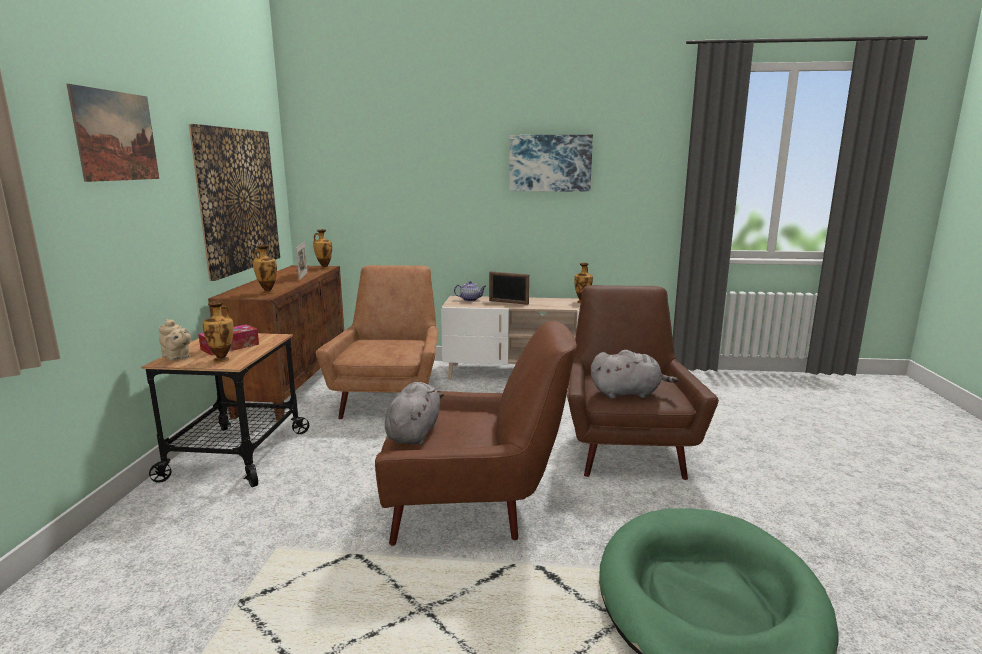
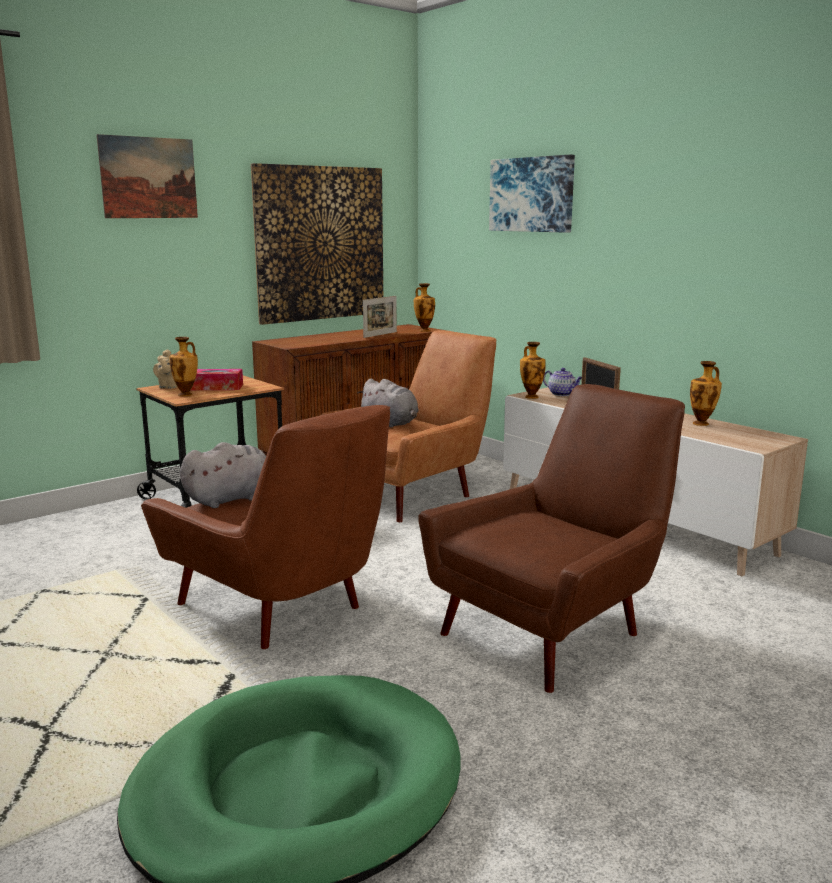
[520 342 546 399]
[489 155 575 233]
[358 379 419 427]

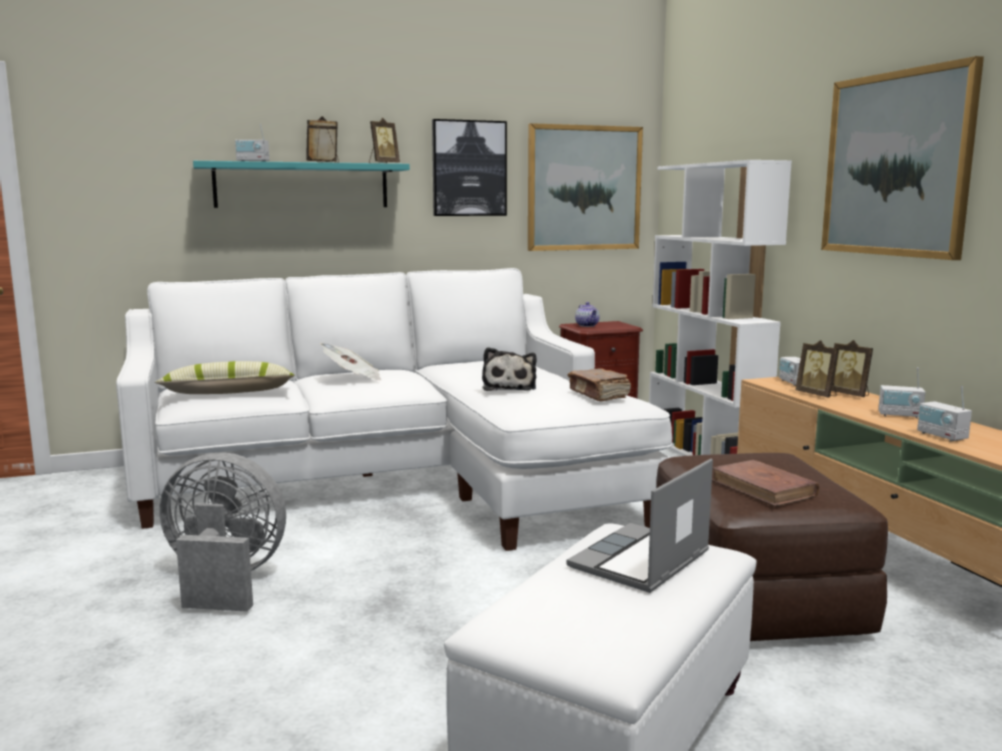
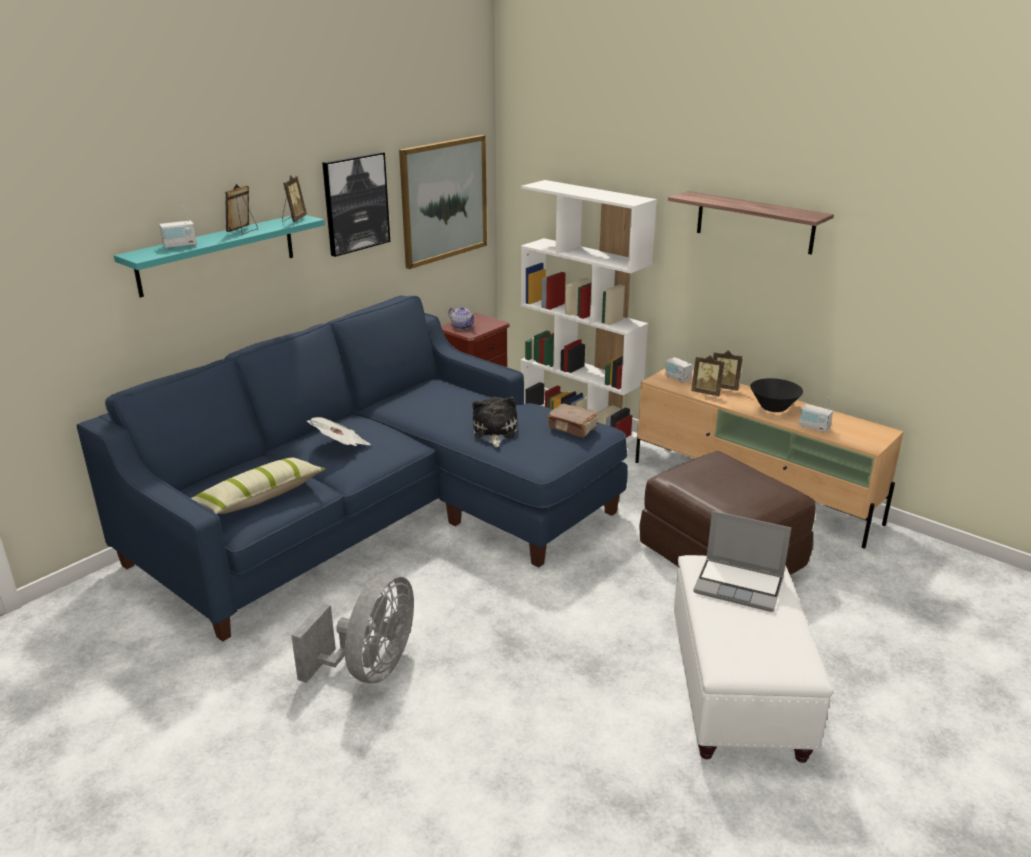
[712 460 819 507] (first image)
[668 191 834 255]
[750 378 803 412]
[77 296 628 642]
[291 572 414 683]
[472 397 517 447]
[693 511 791 612]

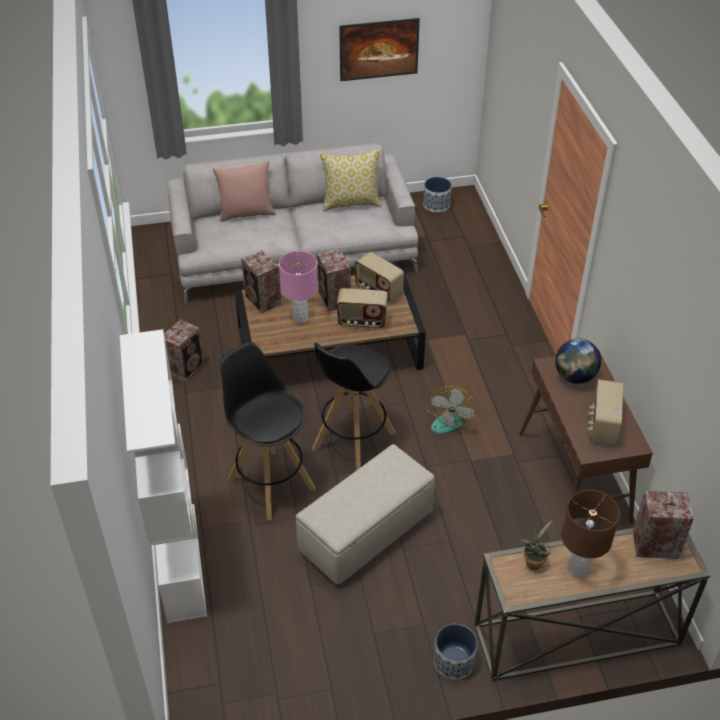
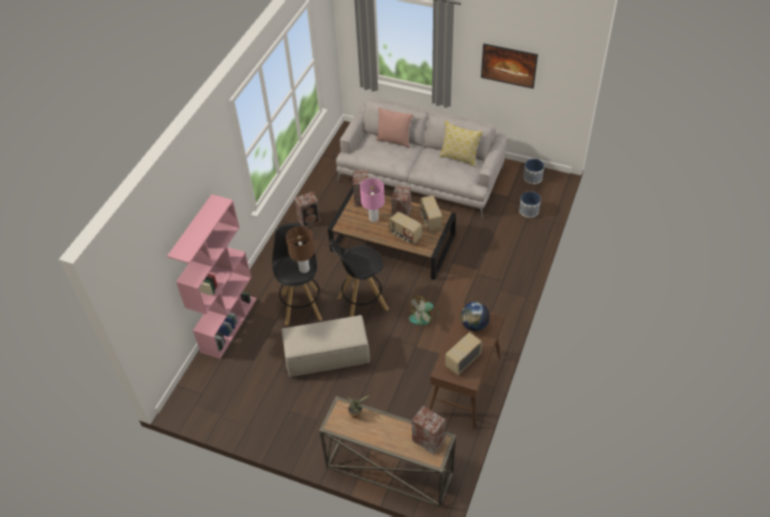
[519 191 541 218]
[286 226 315 273]
[167 194 257 359]

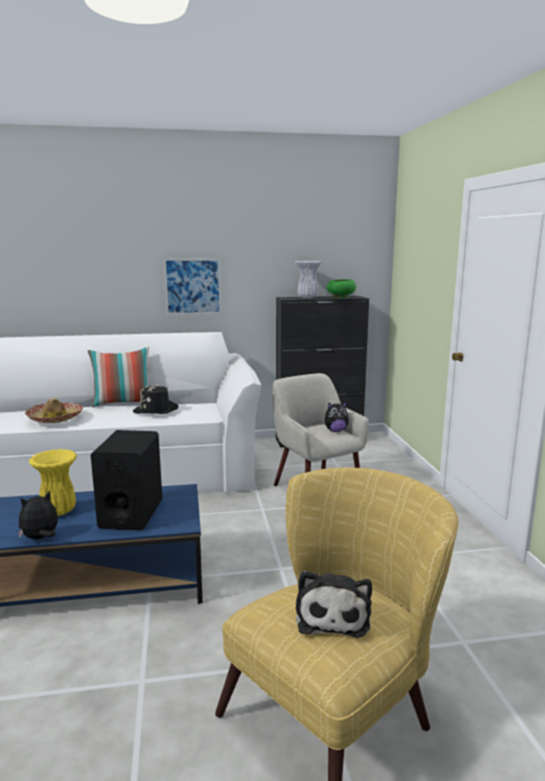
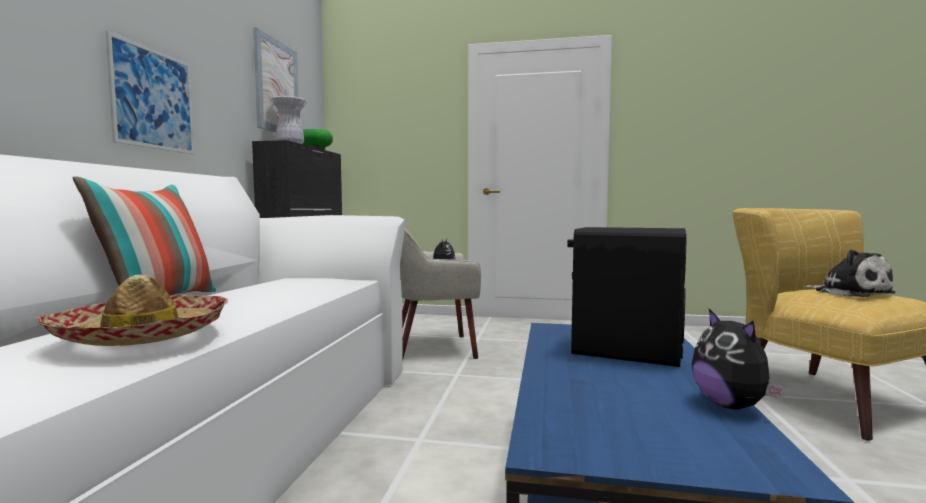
[29 449 77 516] (first image)
[133 384 179 414] (first image)
[253 27 298 133]
[804 249 896 297]

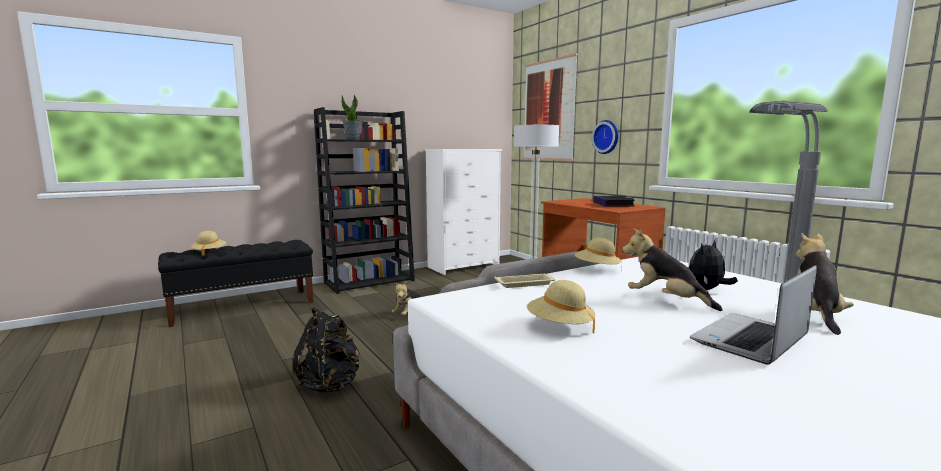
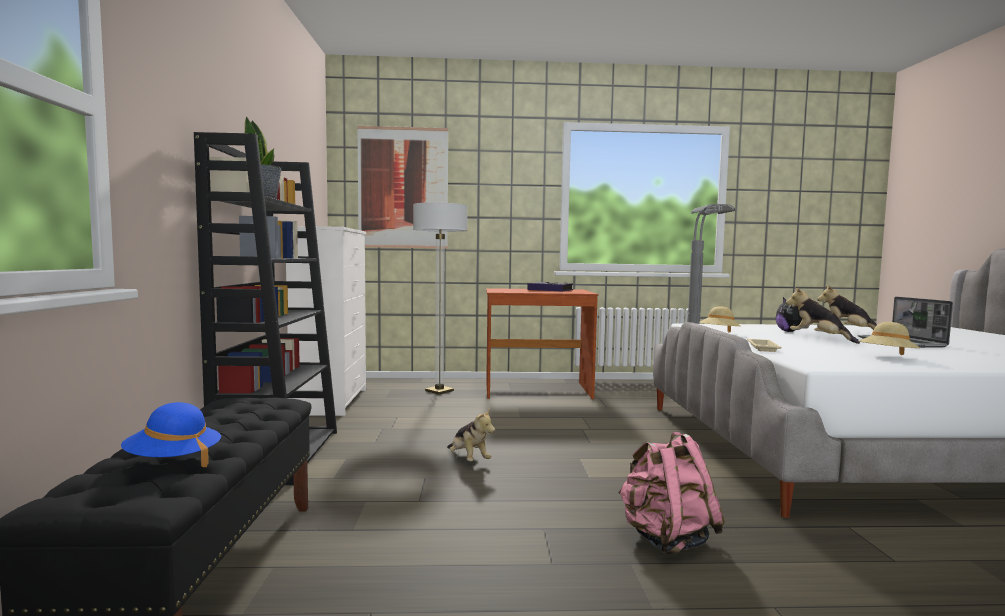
[591 120 618 154] (first image)
[121 402 221 467]
[619 432 725 554]
[786 287 860 344]

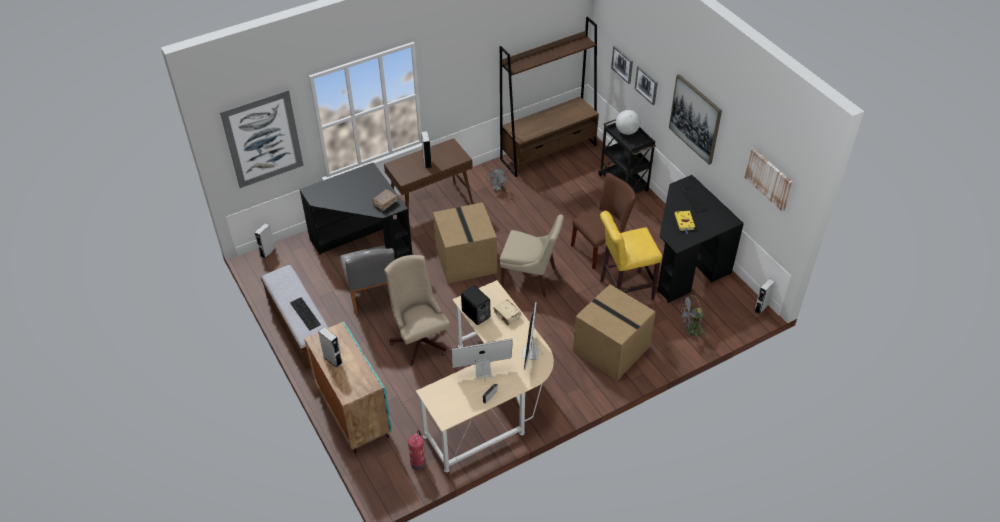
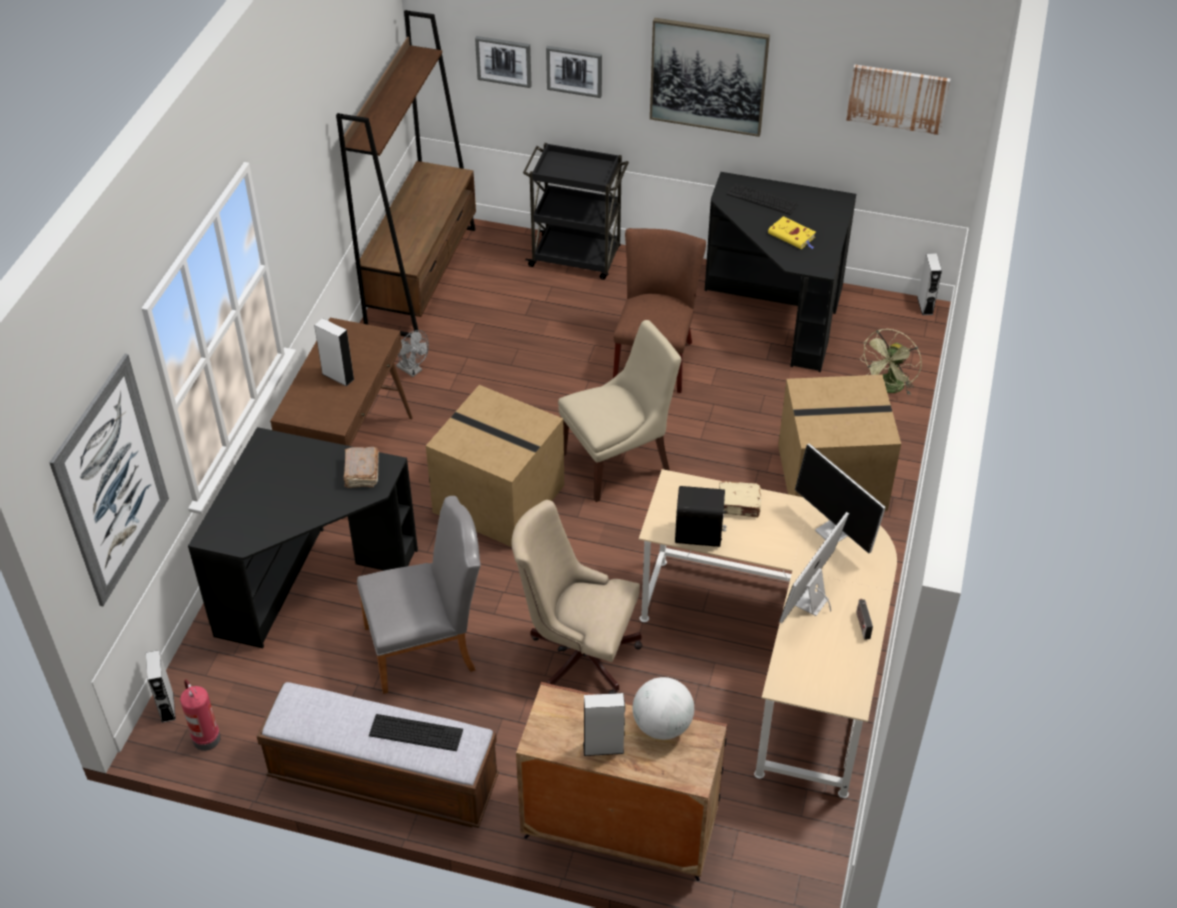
[600 211 662 300] (first image)
[180 679 221 751]
[633 677 694 740]
[516 682 727 881]
[860 329 922 395]
[357 496 481 694]

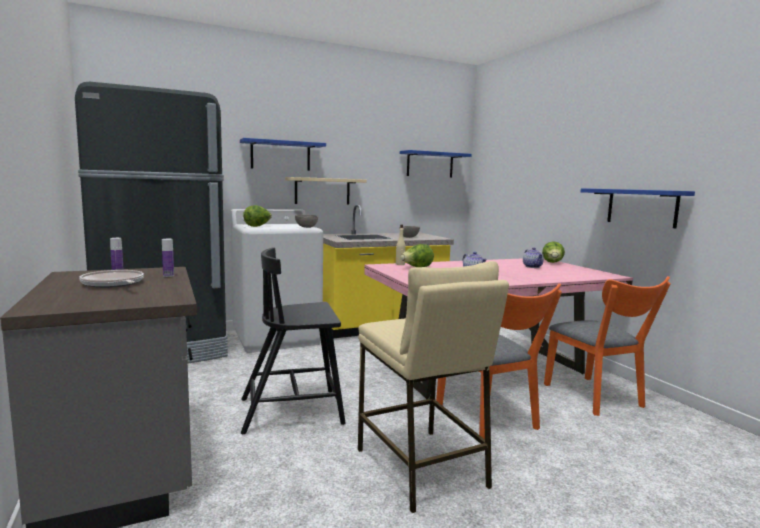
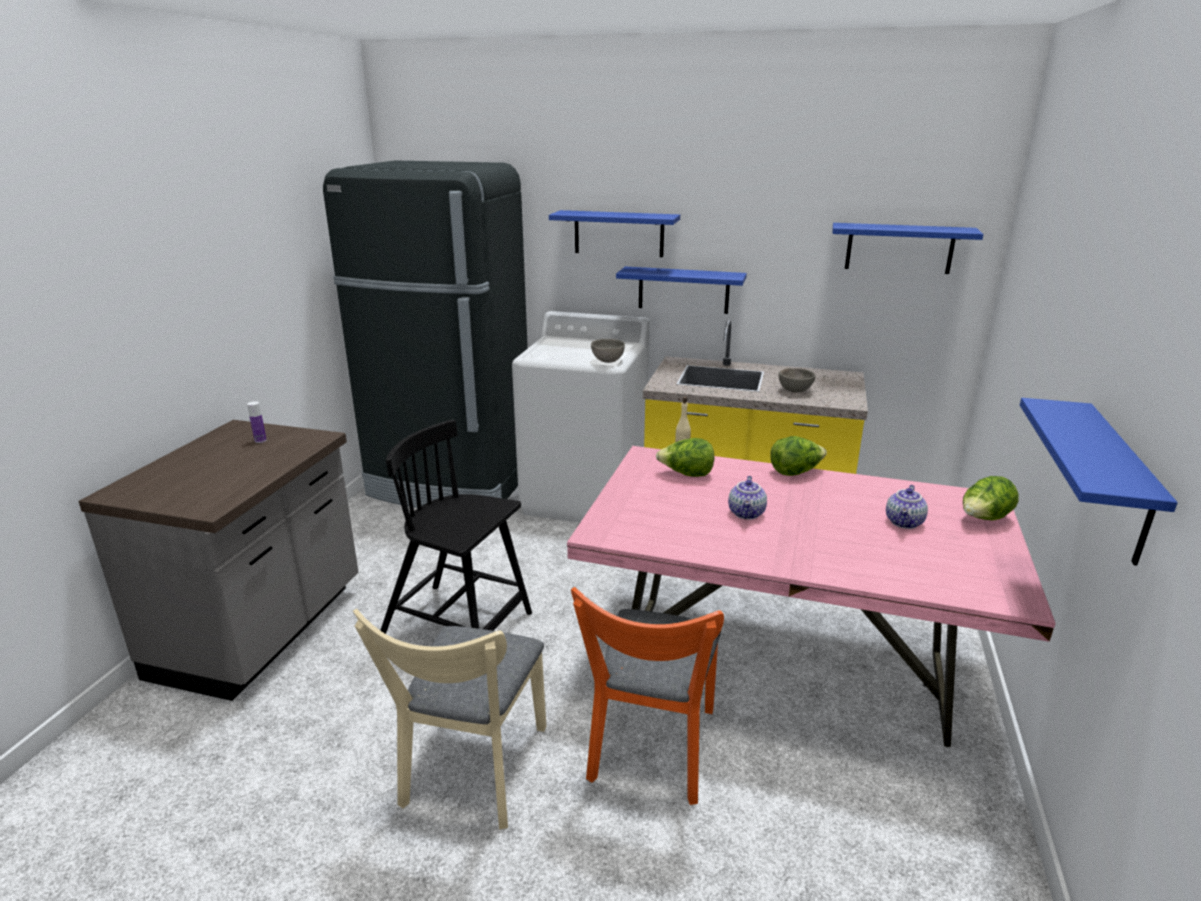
[79 270 144 288] (first image)
[162 239 174 277] (first image)
[544 276 670 416] (first image)
[770 436 827 476]
[353 608 546 829]
[616 267 747 314]

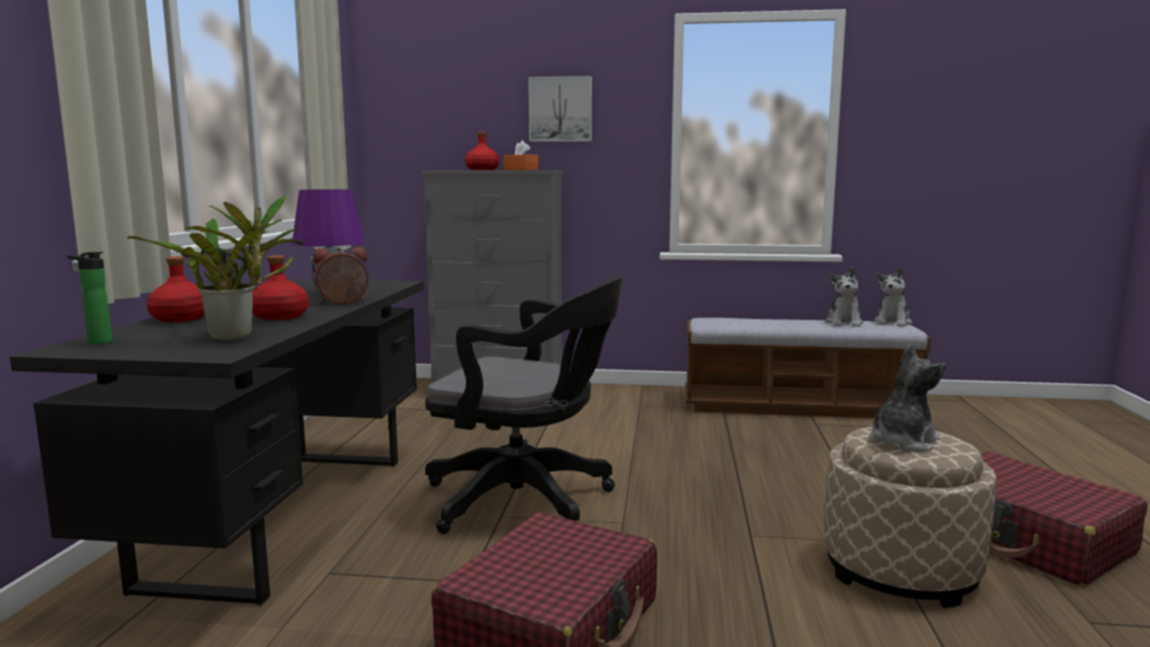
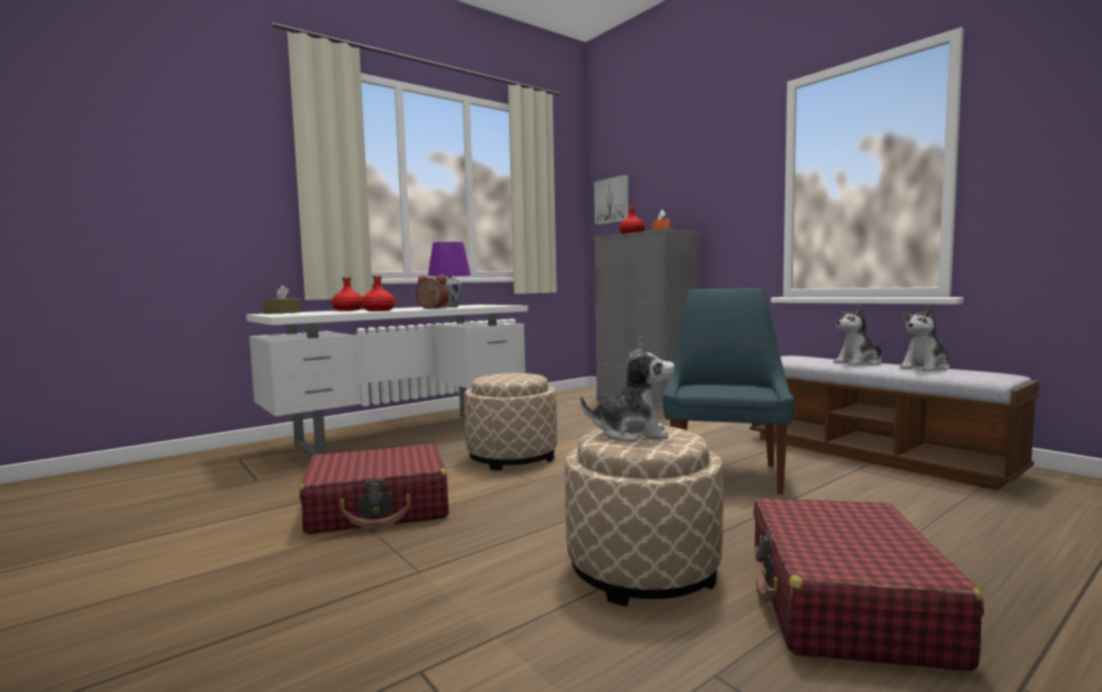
[127 195 305 341] (first image)
[663 288 794 495]
[594 175 628 225]
[833 305 884 366]
[263 285 301 314]
[464 373 557 471]
[246 305 528 457]

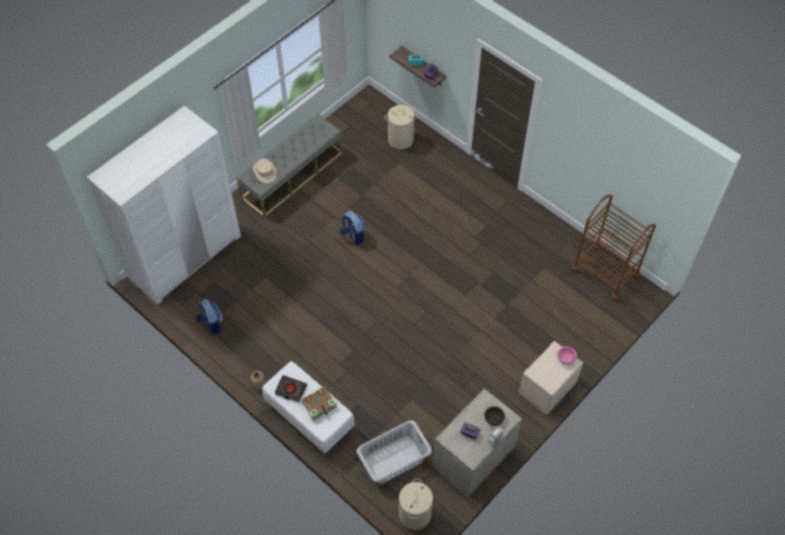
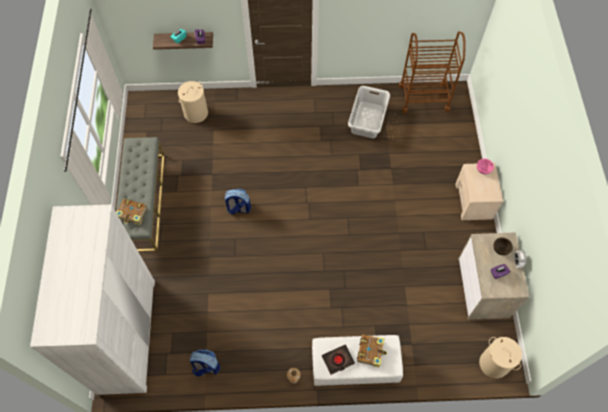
[348 86 390 138]
[116 199 147 225]

